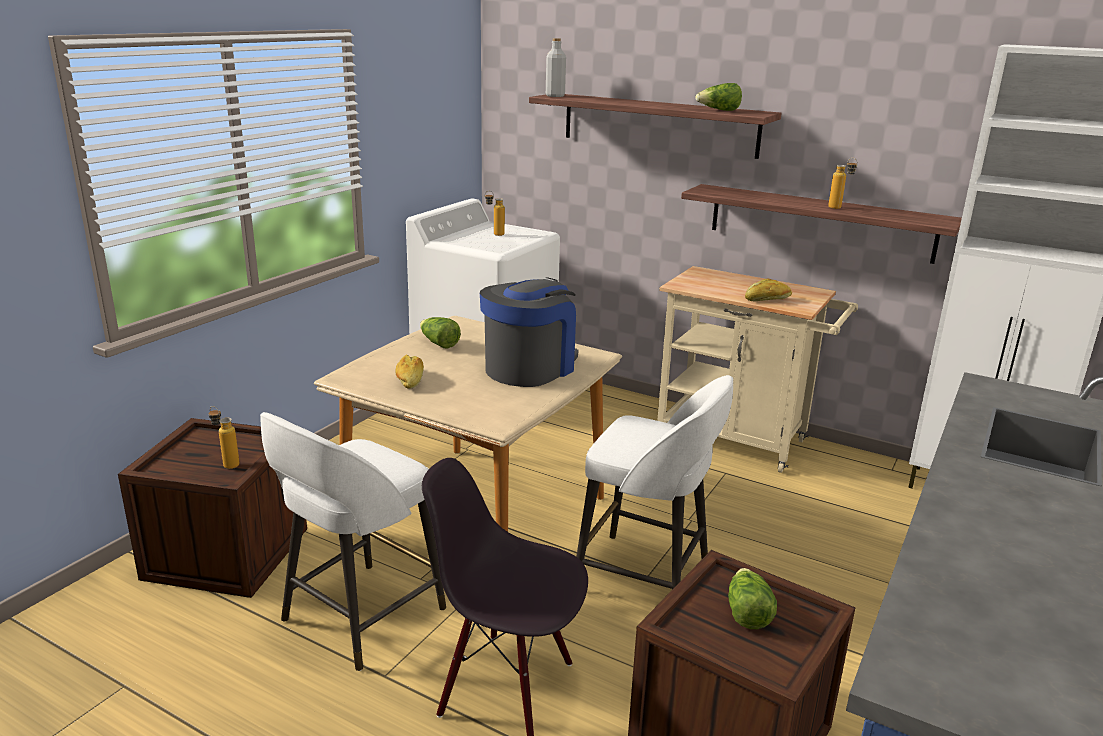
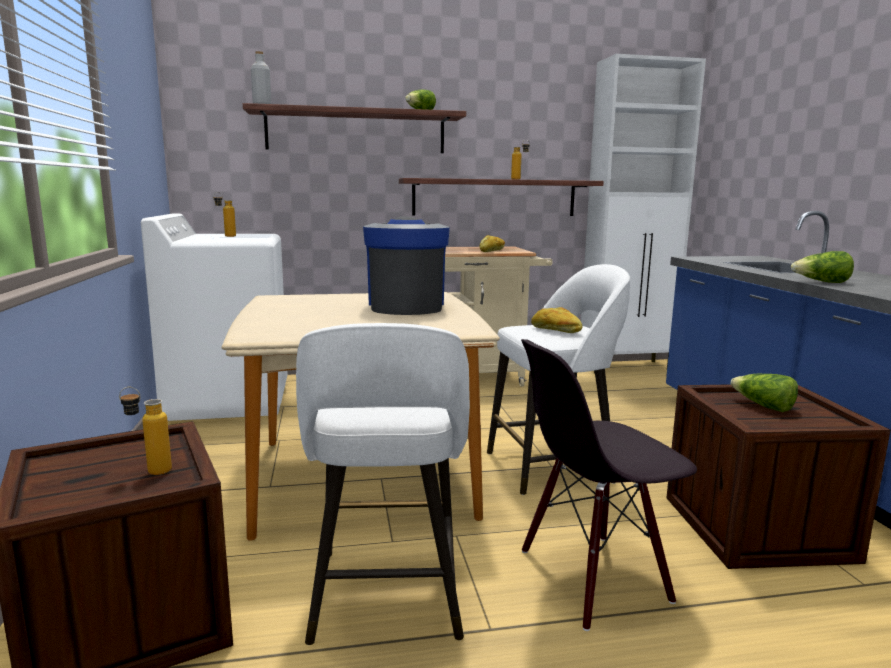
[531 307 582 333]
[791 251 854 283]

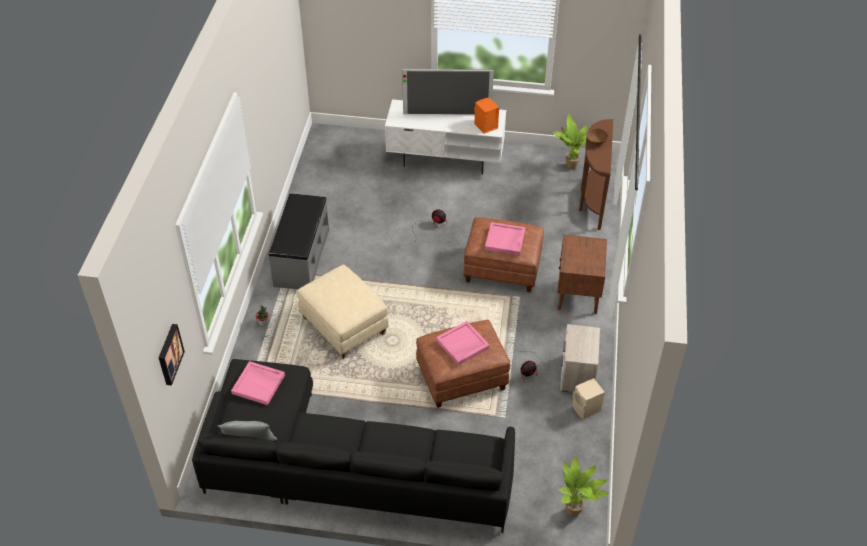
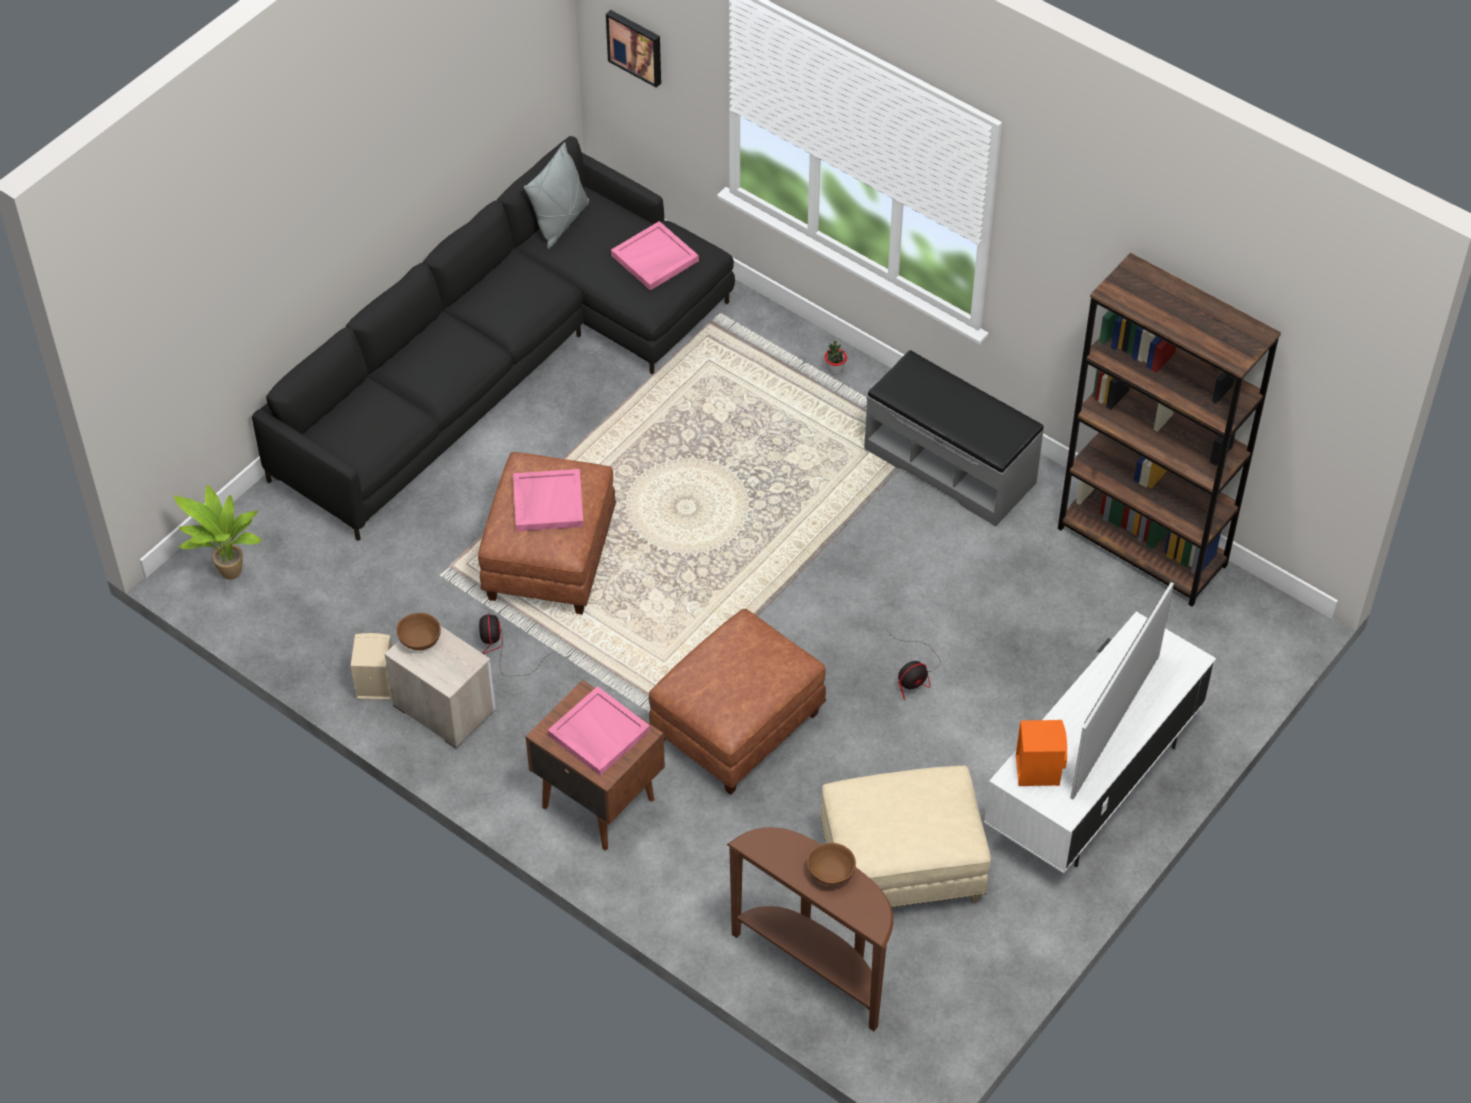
[553 114 588 169] (first image)
[396 613 441 650]
[1058 253 1281 607]
[820 766 991 907]
[548 686 650 776]

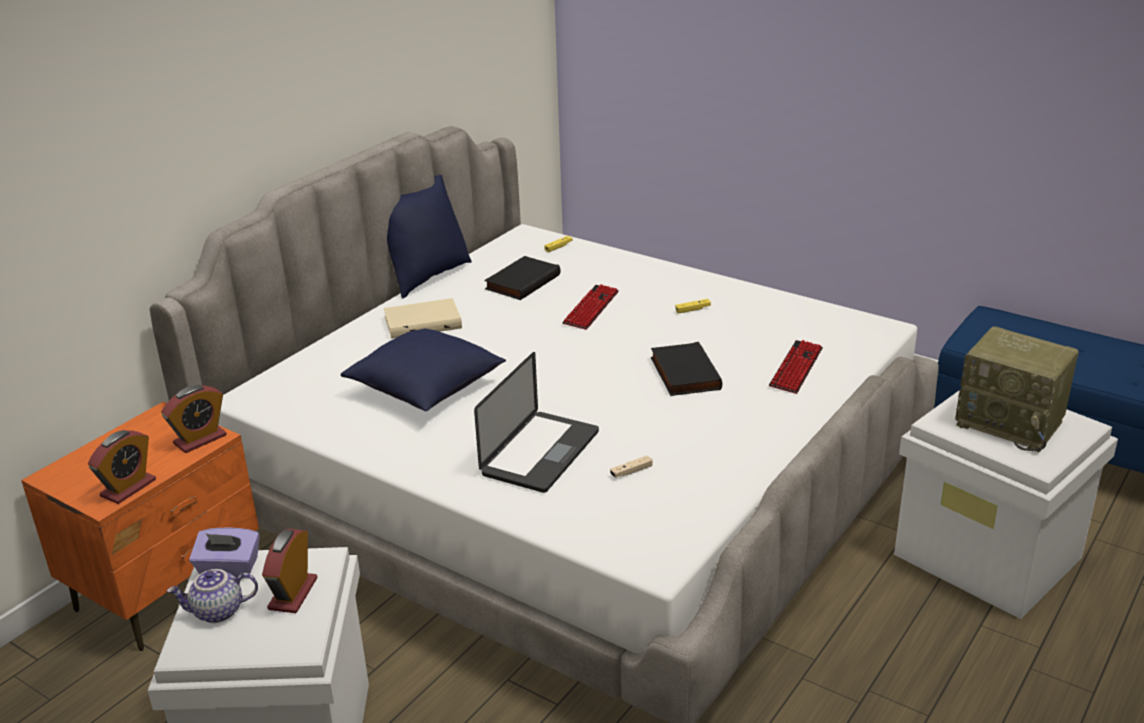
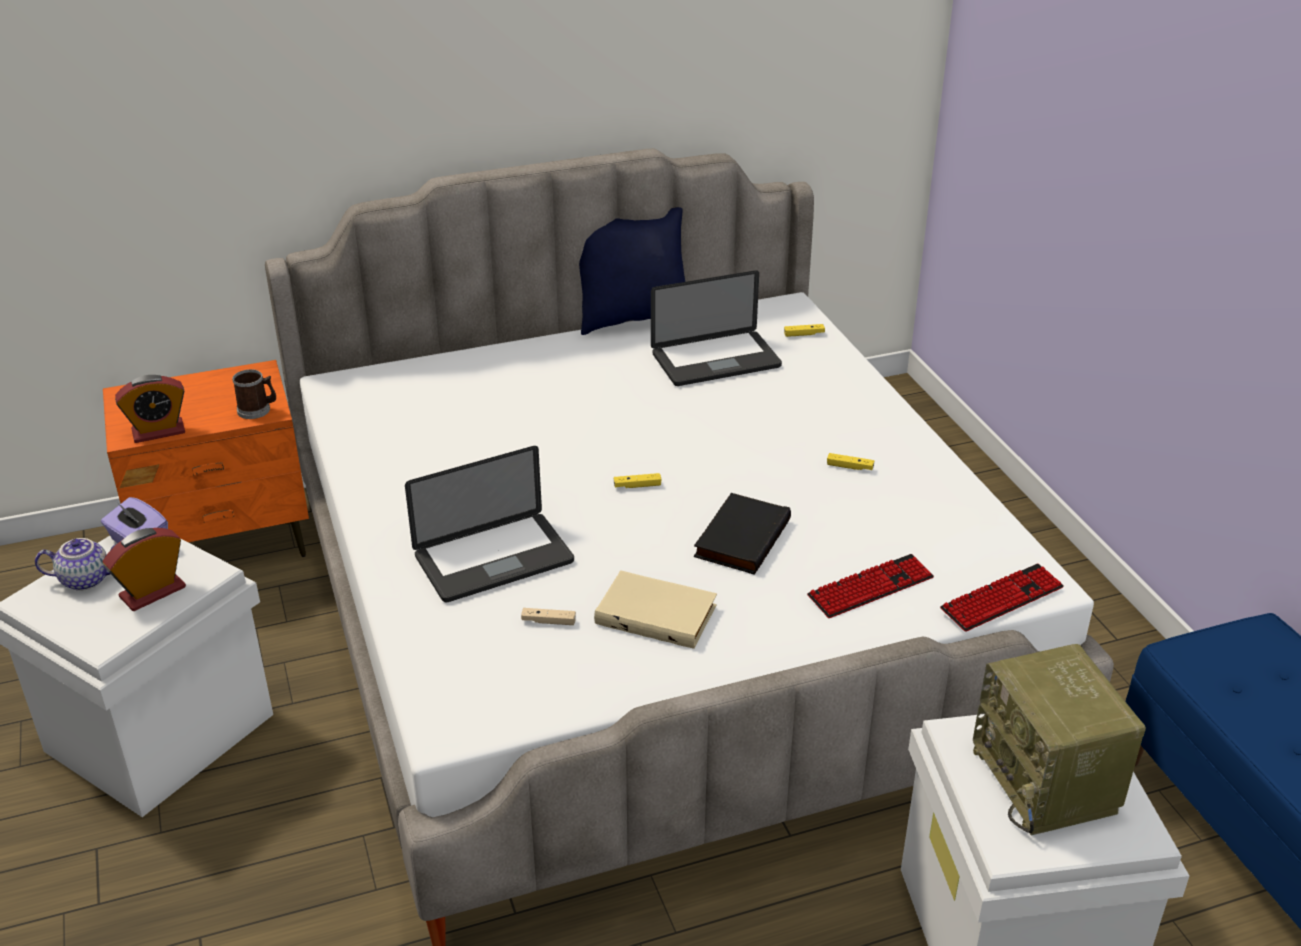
[340 328 506 411] (first image)
[614 473 661 488]
[594 570 717 649]
[940 564 1064 632]
[232 369 276 419]
[651 270 782 386]
[35 538 116 591]

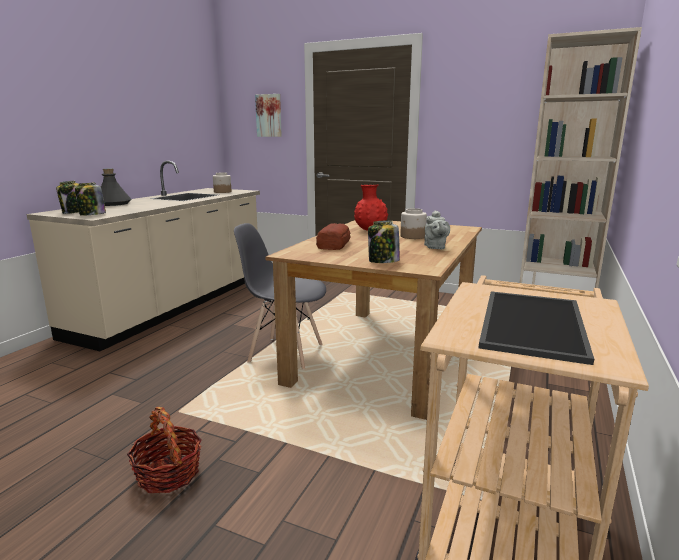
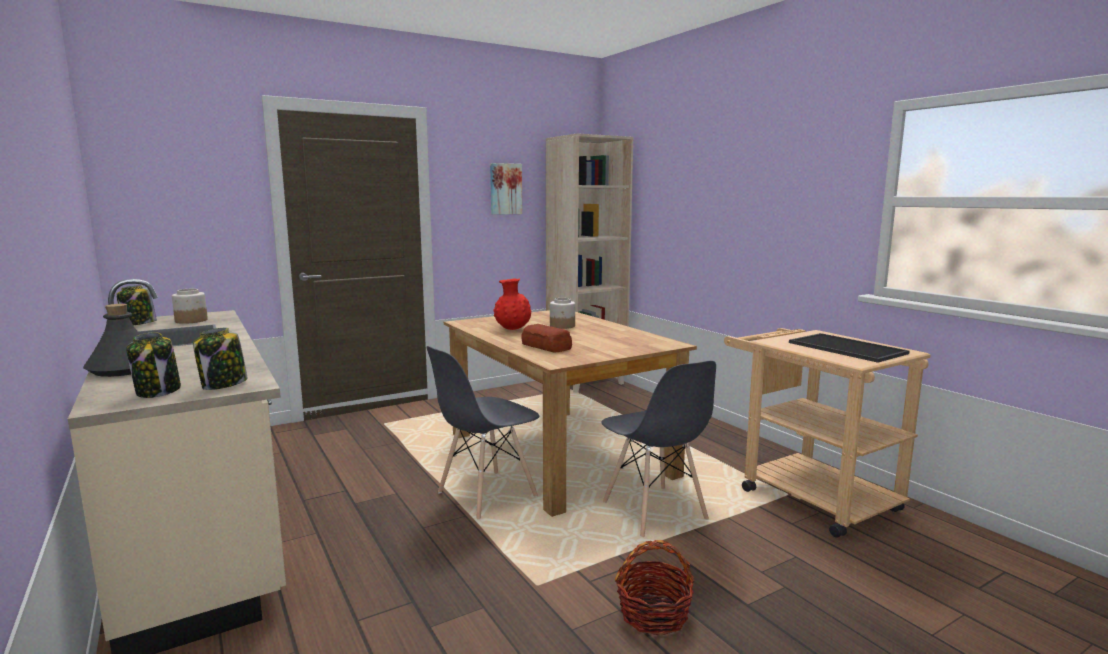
[424 210 450 249] (first image)
[601 361 716 537]
[490 163 522 215]
[116 285 157 325]

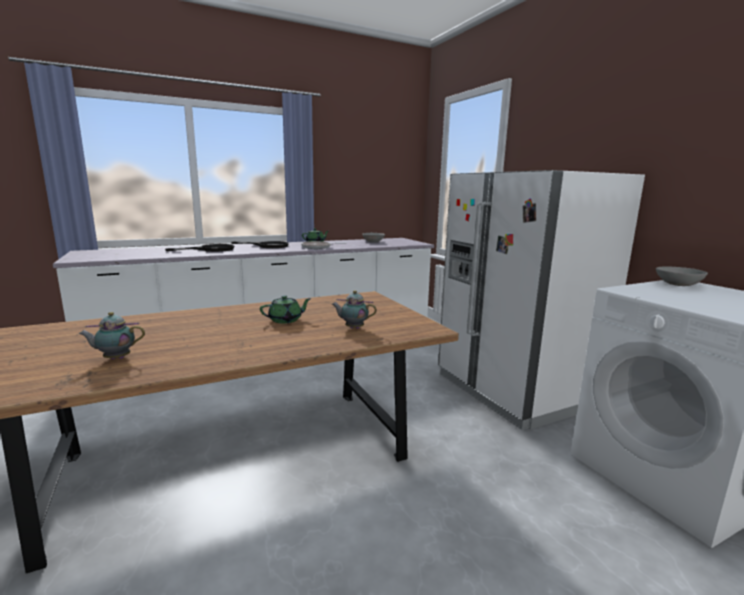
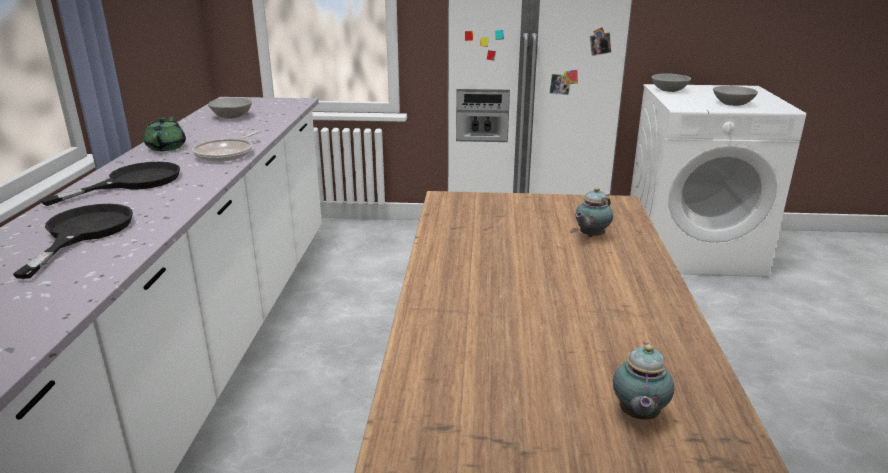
[260 295 312 324] (first image)
[713 86 758 106]

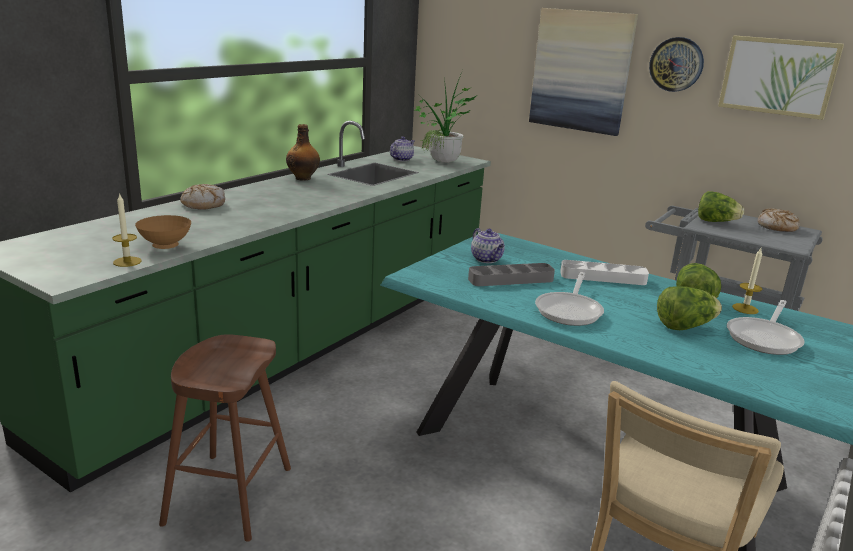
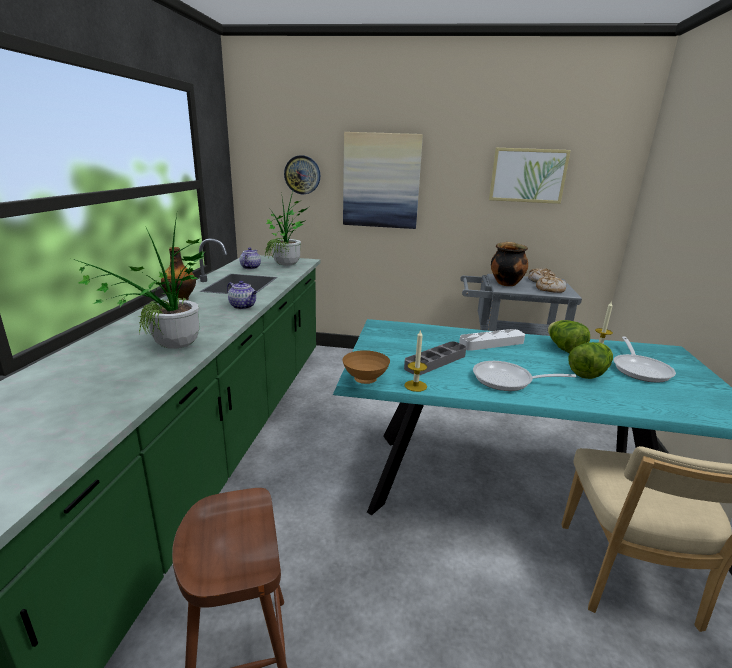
[76 215 205 349]
[404 329 427 392]
[342 350 390 384]
[536 276 567 293]
[227 281 257 309]
[284 155 320 194]
[491 242 528 286]
[473 361 576 391]

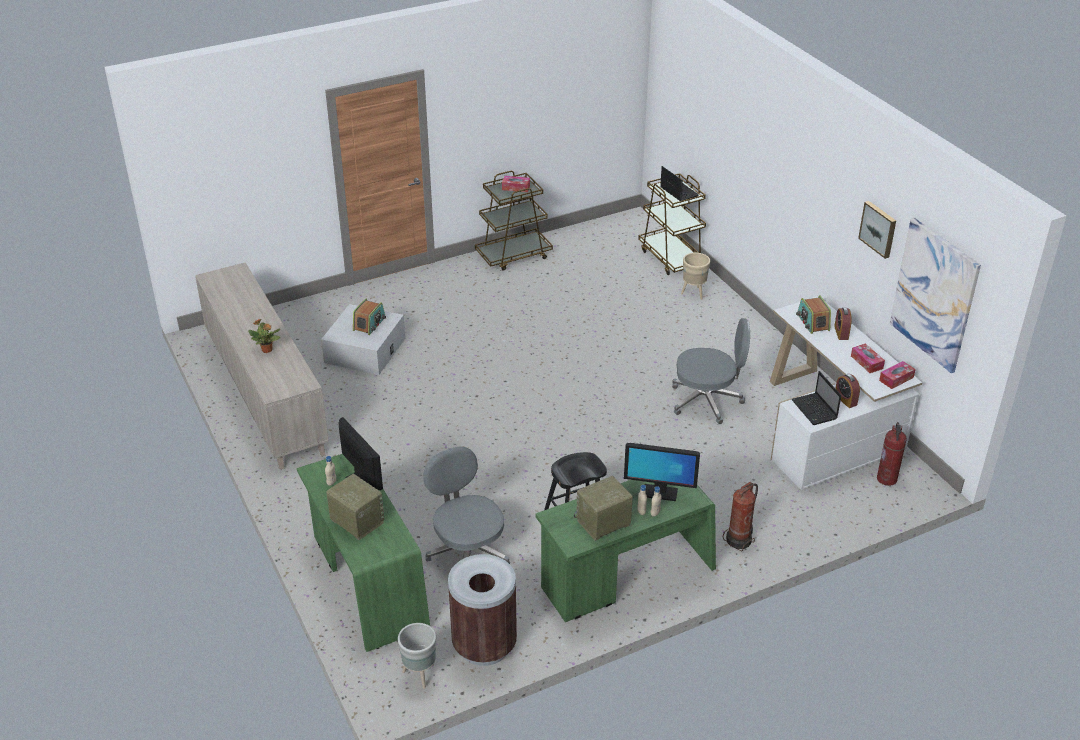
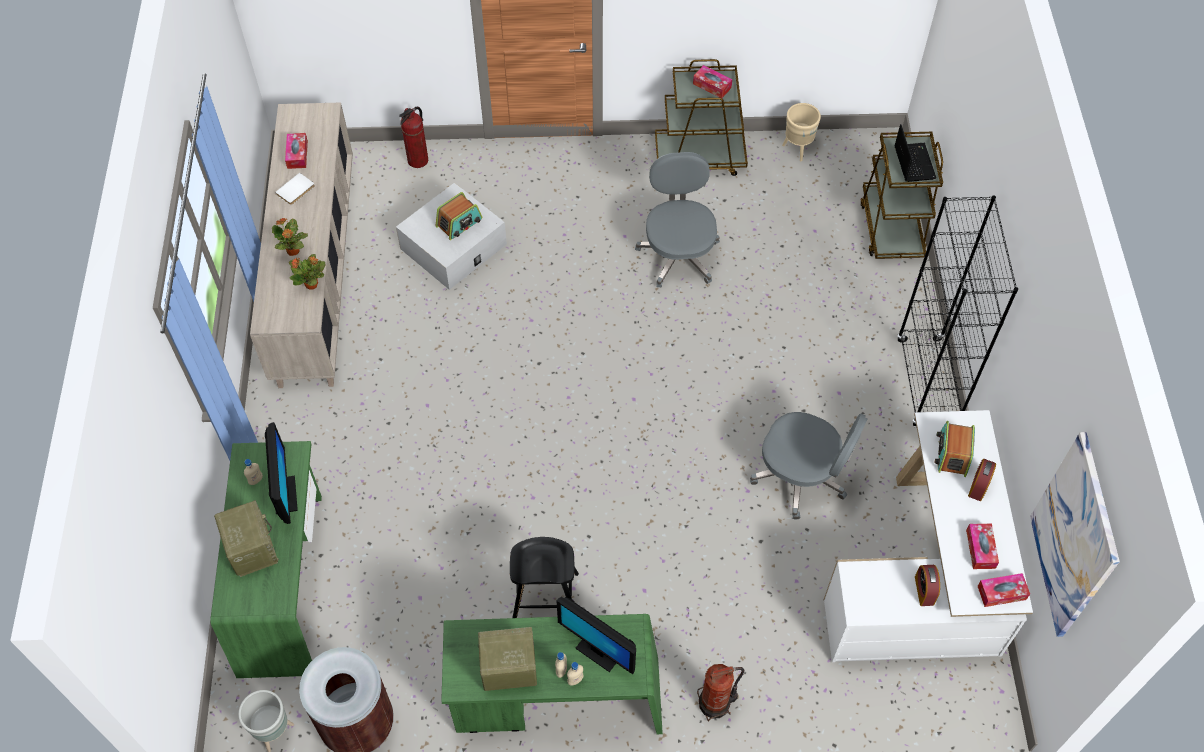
[791 371 841 425] (first image)
[858 201 896 259] (first image)
[275 173 315 205]
[285 133 308 169]
[289 254 326 290]
[897 195 1018 427]
[635 152 720 287]
[782 103 821 161]
[399 107 428 168]

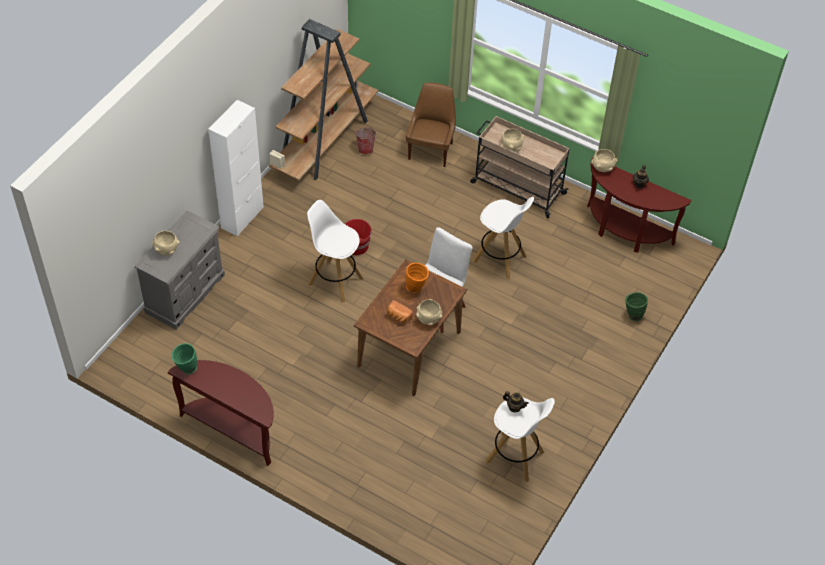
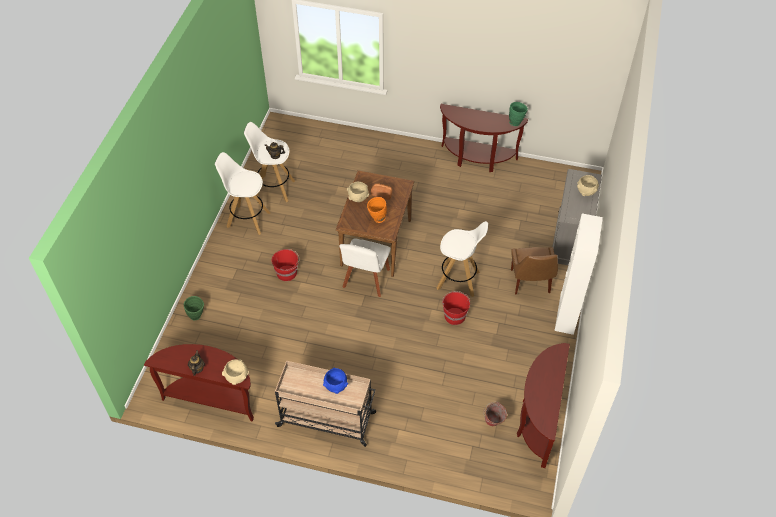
[272 249 299 281]
[511 247 558 295]
[215 152 270 235]
[517 343 570 468]
[323 368 348 394]

